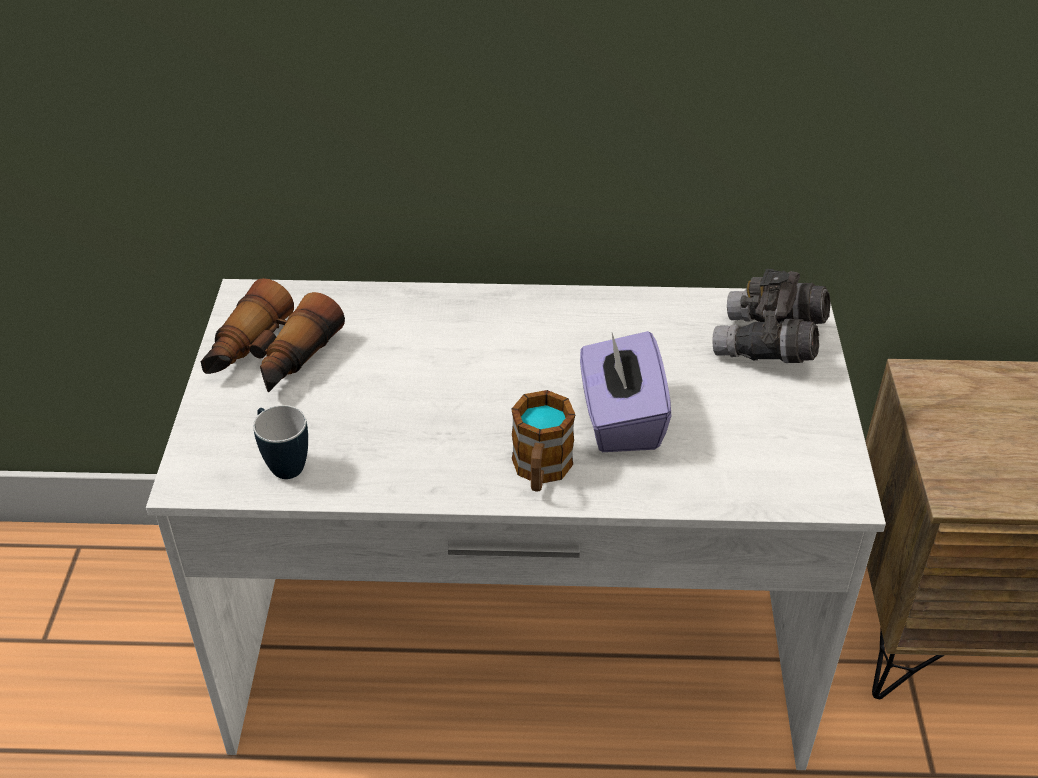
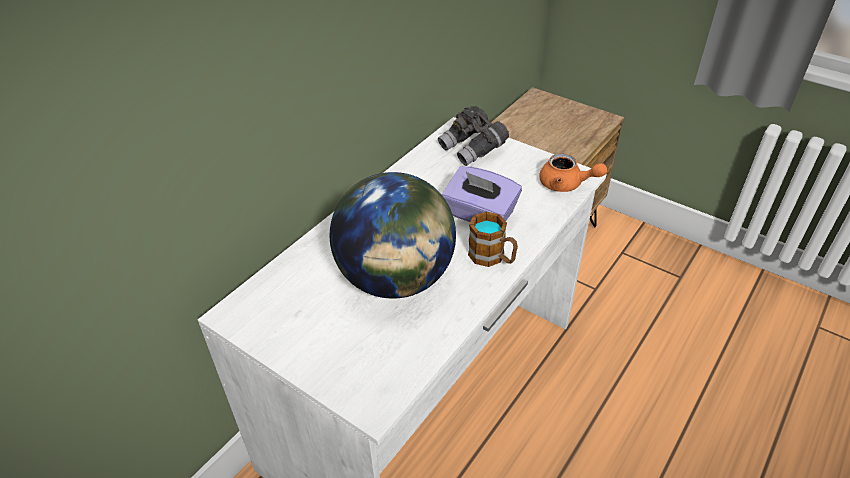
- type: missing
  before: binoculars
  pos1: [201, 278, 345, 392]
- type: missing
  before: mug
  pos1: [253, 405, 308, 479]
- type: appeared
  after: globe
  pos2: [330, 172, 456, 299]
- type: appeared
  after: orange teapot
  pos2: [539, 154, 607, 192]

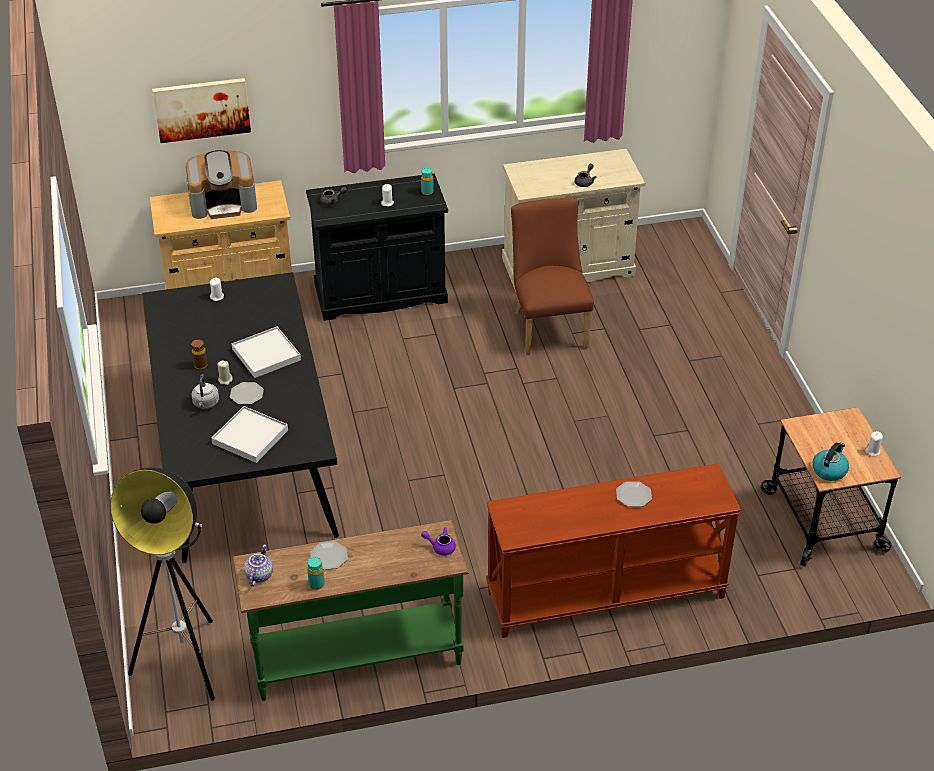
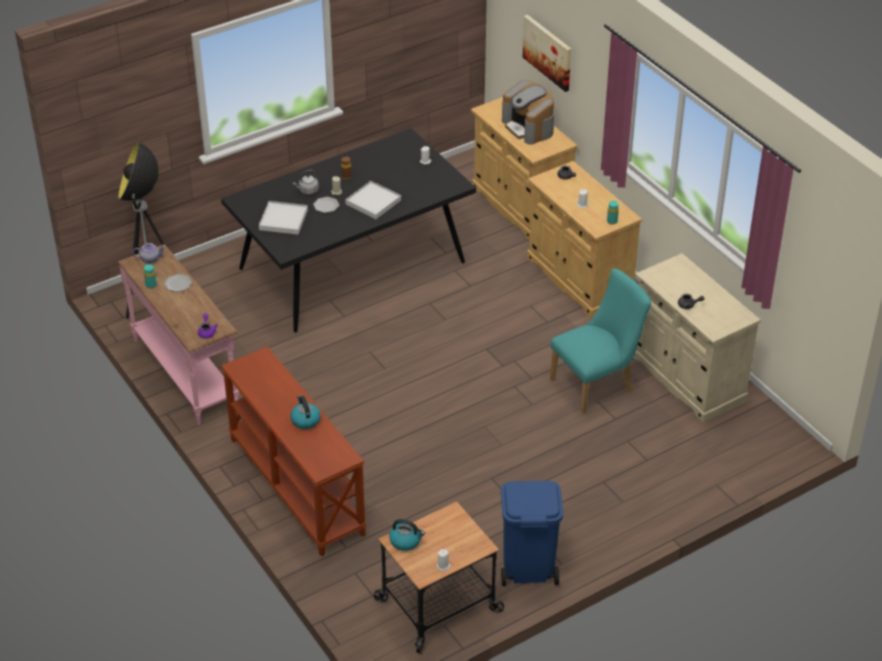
- type: appeared
  after: blue trash can
  pos2: [501, 481, 563, 586]
- type: exchanged
  before: plate
  after: kettle
  pos1: [616, 481, 652, 507]
  pos2: [290, 395, 321, 429]
- type: colour
  before: green console table
  after: pink console table
  pos1: [233, 520, 469, 701]
  pos2: [118, 244, 239, 425]
- type: colour
  before: black cabinet
  after: beige cabinet
  pos1: [306, 173, 448, 321]
  pos2: [527, 161, 642, 318]
- type: colour
  before: brown chair
  after: turquoise chair
  pos1: [511, 198, 594, 355]
  pos2: [550, 268, 651, 414]

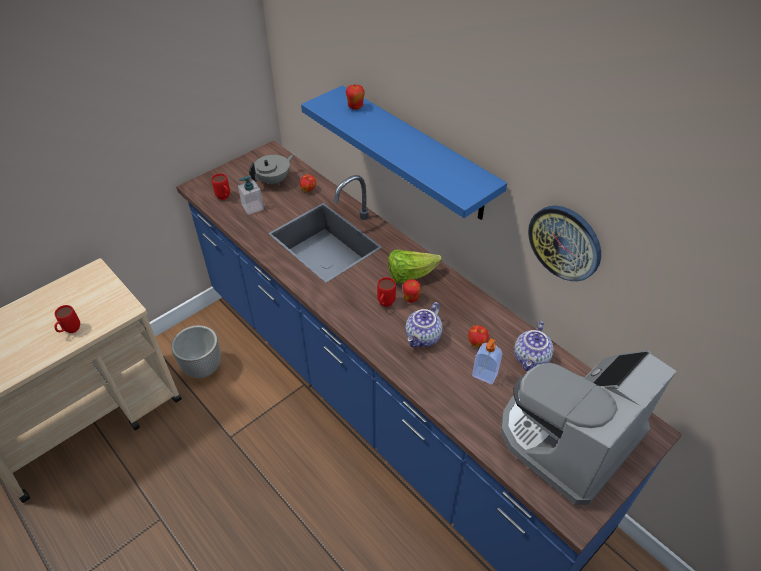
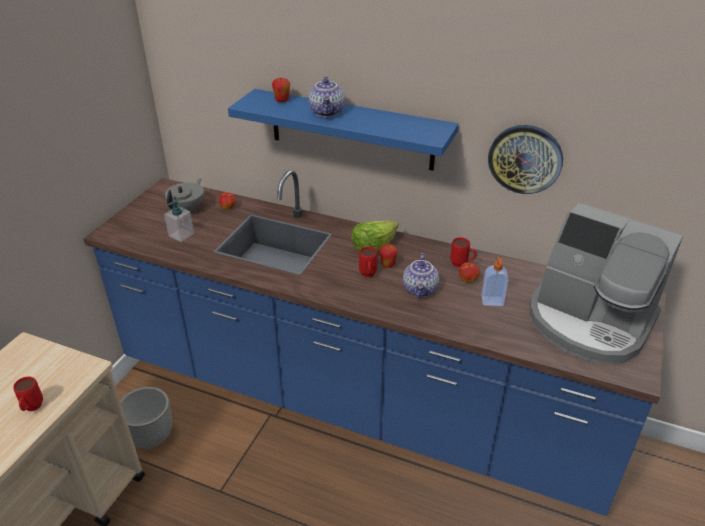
- type: relocated
  before: red mug
  pos1: [211, 173, 230, 200]
  pos2: [450, 237, 477, 267]
- type: relocated
  before: teapot
  pos1: [514, 321, 554, 371]
  pos2: [309, 76, 345, 117]
- type: spun
  before: coffee machine
  pos1: [501, 350, 676, 505]
  pos2: [529, 203, 683, 364]
  turn: -75

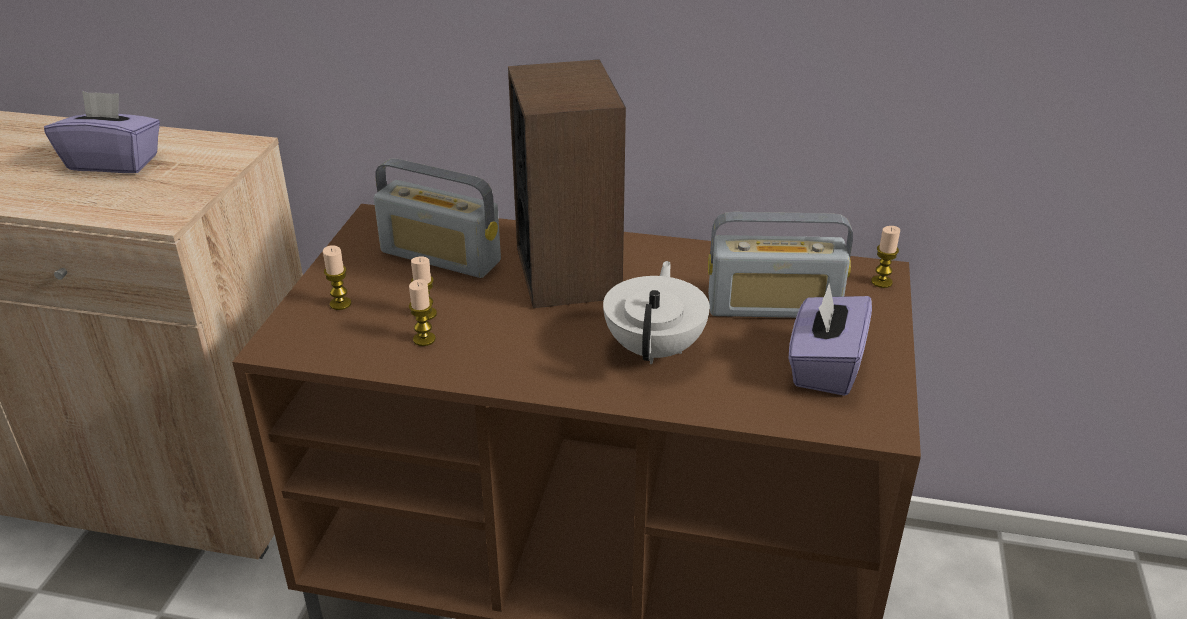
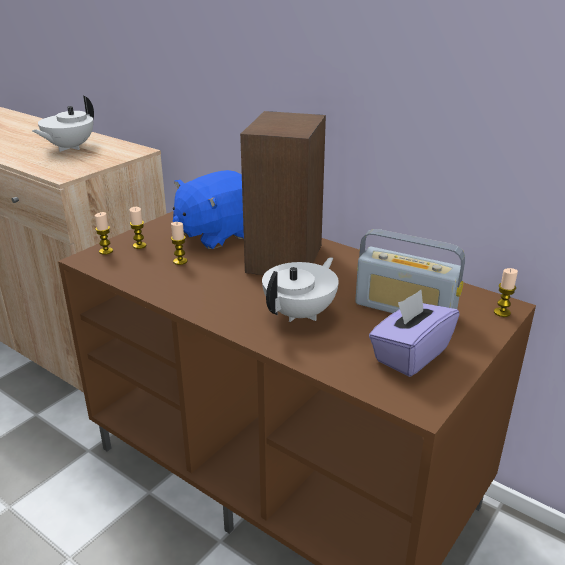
- type: relocated
  before: candle
  pos1: [409, 279, 436, 346]
  pos2: [95, 212, 113, 255]
- type: exchanged
  before: purple tissue box
  after: white teapot
  pos1: [44, 91, 160, 173]
  pos2: [32, 96, 94, 152]
- type: exchanged
  before: radio
  after: blue plush toy
  pos1: [374, 158, 501, 278]
  pos2: [173, 170, 244, 249]

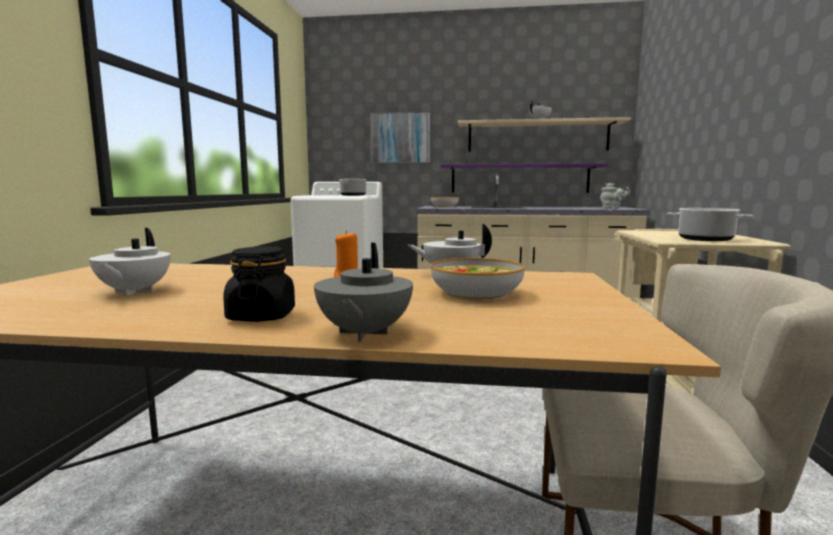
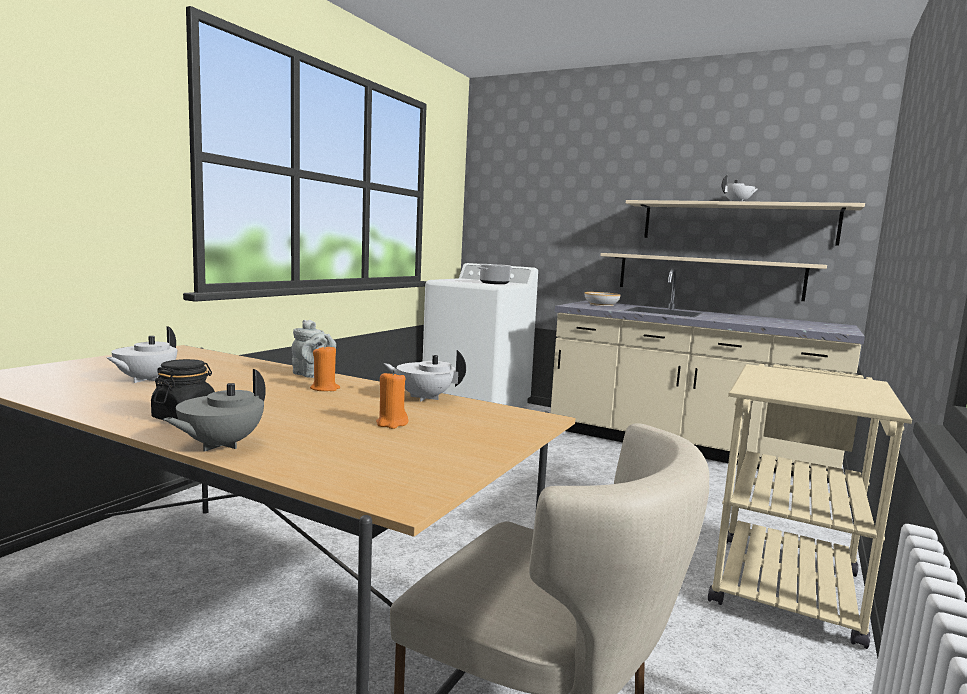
- type: missing
  before: picture
  pos1: [370, 111, 431, 164]
- type: missing
  before: cooking pot
  pos1: [667, 208, 754, 241]
- type: relocated
  before: grey teapot
  pos1: [600, 183, 630, 209]
  pos2: [292, 320, 336, 378]
- type: exchanged
  before: bowl
  after: orange candle
  pos1: [430, 258, 525, 301]
  pos2: [376, 370, 409, 429]
- type: colour
  before: purple shelf
  after: beige shelf
  pos1: [440, 163, 609, 193]
  pos2: [600, 253, 827, 301]

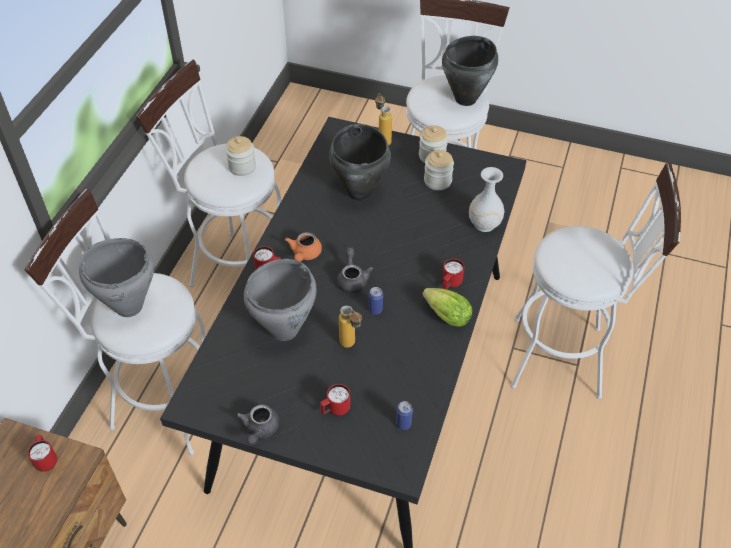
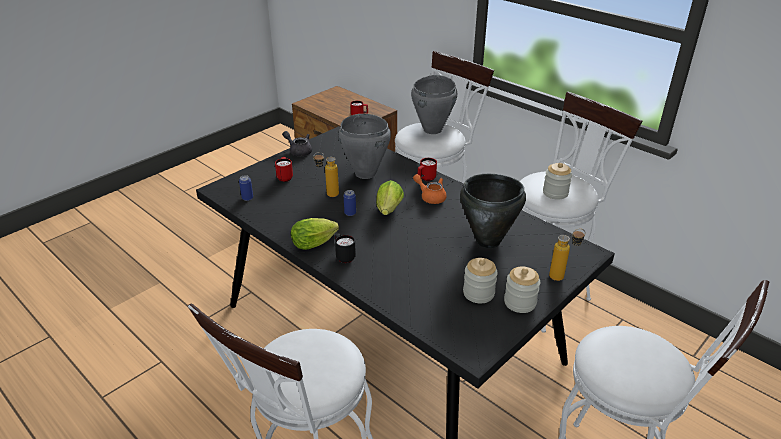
- type: missing
  before: black cooking pot
  pos1: [442, 36, 498, 106]
- type: missing
  before: white vase
  pos1: [469, 167, 504, 232]
- type: exchanged
  before: grey teapot
  after: lettuce
  pos1: [337, 247, 374, 293]
  pos2: [376, 180, 404, 215]
- type: colour
  before: red mug
  after: black mug
  pos1: [442, 259, 465, 289]
  pos2: [335, 233, 356, 263]

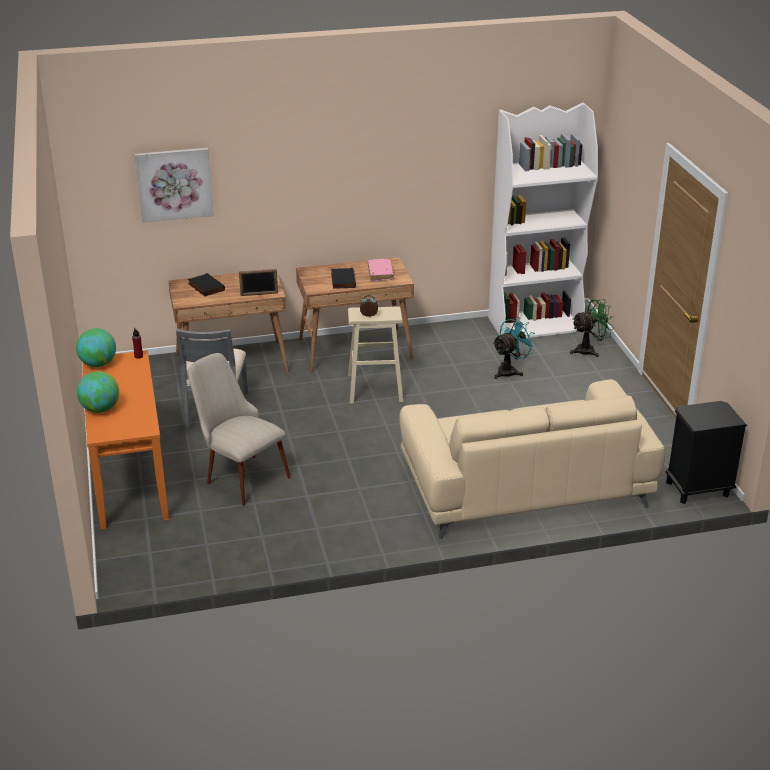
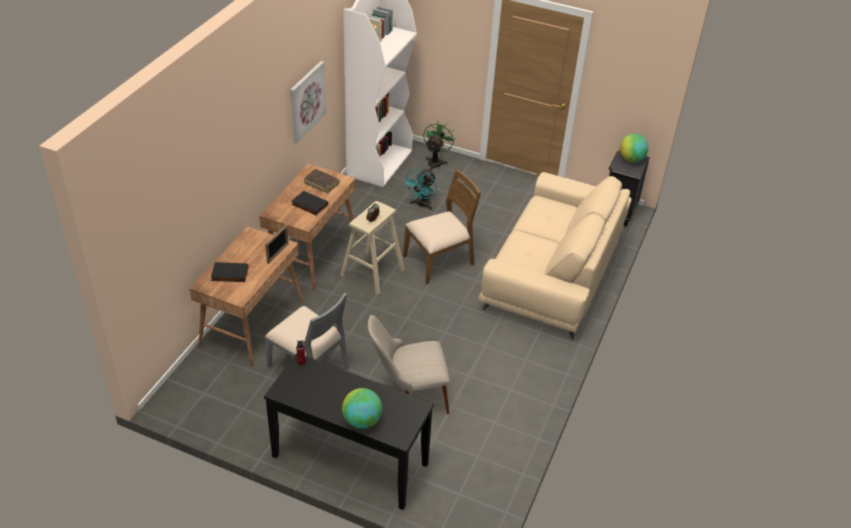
- type: appeared
  after: brown chair
  pos2: [403, 170, 481, 284]
- type: relocated
  before: globe
  pos1: [76, 328, 116, 367]
  pos2: [619, 134, 649, 162]
- type: relocated
  before: picture
  pos1: [135, 148, 214, 223]
  pos2: [290, 61, 326, 144]
- type: colour
  before: orange console table
  after: black console table
  pos1: [82, 350, 169, 530]
  pos2: [264, 353, 434, 510]
- type: colour
  before: pink book
  after: brown book
  pos1: [368, 259, 394, 281]
  pos2: [304, 169, 340, 193]
- type: spun
  before: turquoise fan
  pos1: [493, 317, 537, 379]
  pos2: [403, 169, 437, 210]
  turn: -150

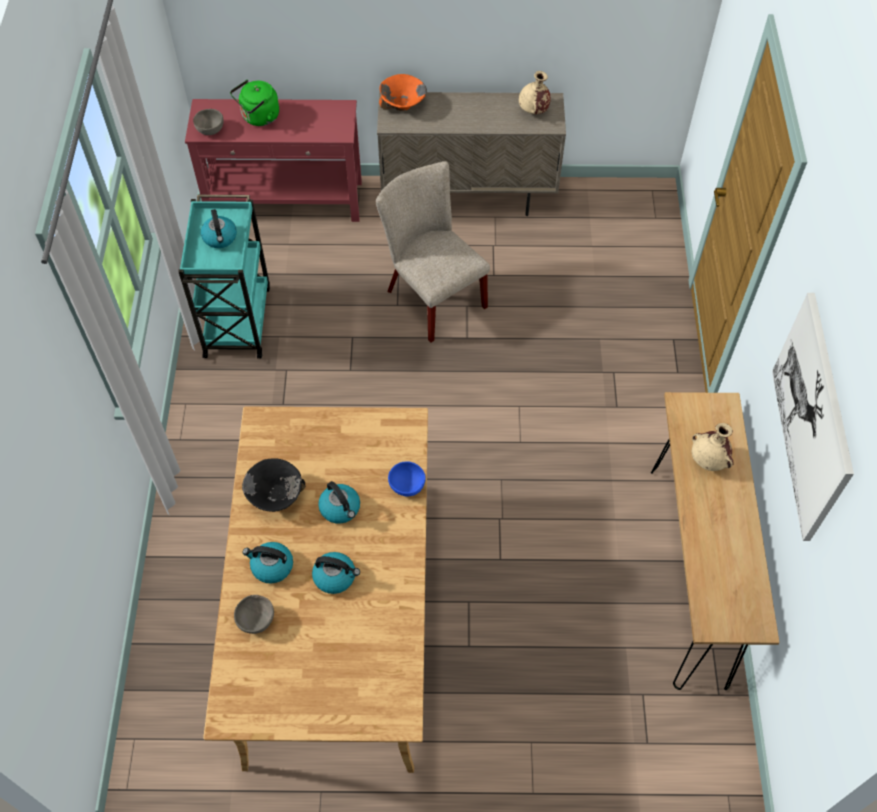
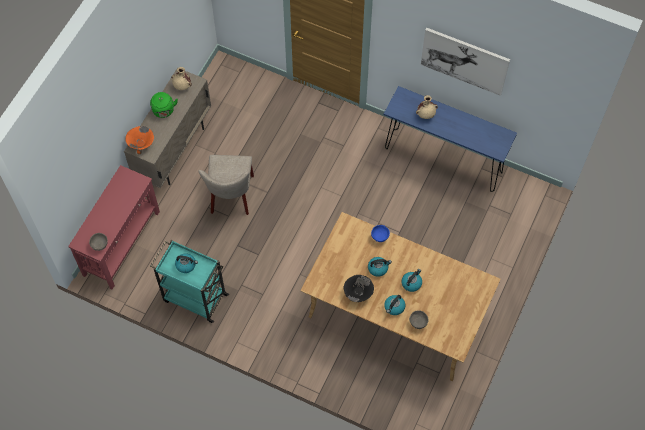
- type: relocated
  before: green kettle
  pos1: [230, 80, 279, 126]
  pos2: [150, 92, 178, 118]
- type: colour
  before: brown console table
  after: blue console table
  pos1: [651, 392, 780, 690]
  pos2: [384, 86, 517, 192]
- type: spun
  before: beige chair
  pos1: [376, 161, 490, 343]
  pos2: [198, 155, 254, 215]
  turn: -75

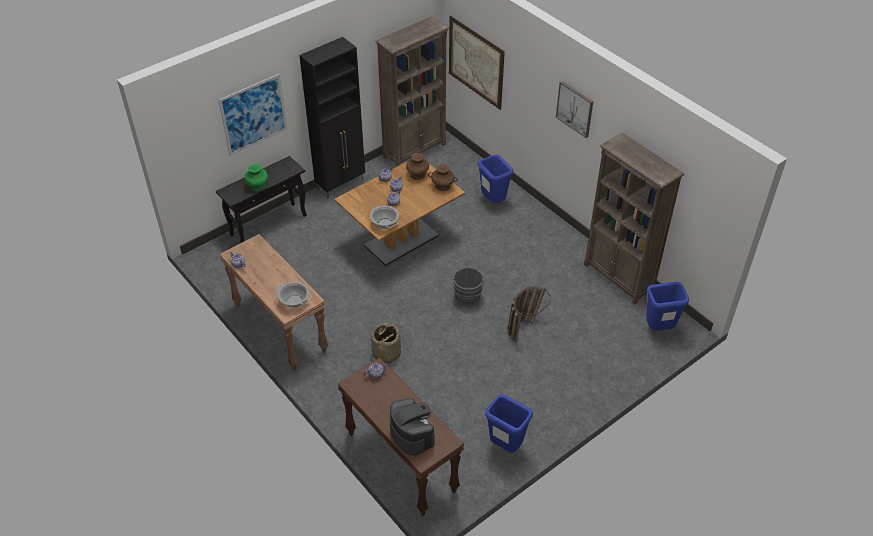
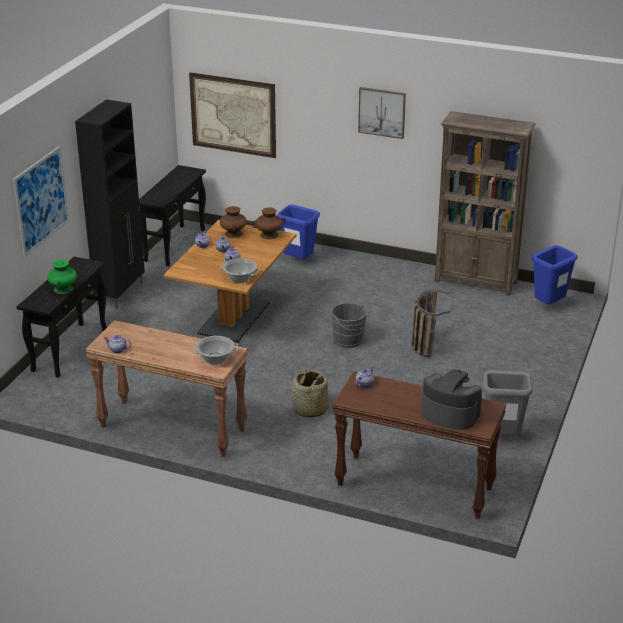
- type: exchanged
  before: brown bookcase
  after: black console table
  pos1: [375, 16, 449, 167]
  pos2: [139, 165, 206, 266]
- type: colour
  before: blue trash can
  after: grey trash can
  pos1: [485, 394, 533, 453]
  pos2: [483, 370, 532, 434]

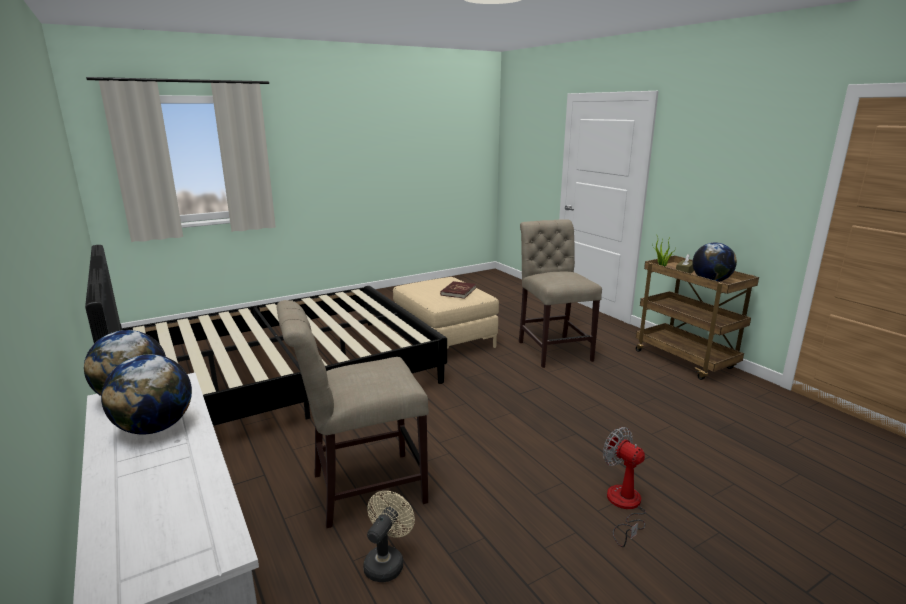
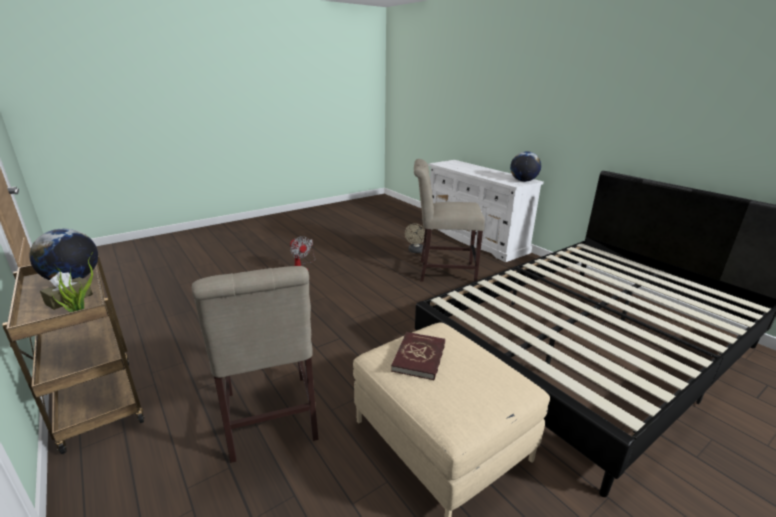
- type: missing
  before: globe
  pos1: [101, 354, 192, 435]
- type: spun
  before: beige chair
  pos1: [277, 300, 429, 528]
  pos2: [414, 159, 485, 282]
  turn: -150

